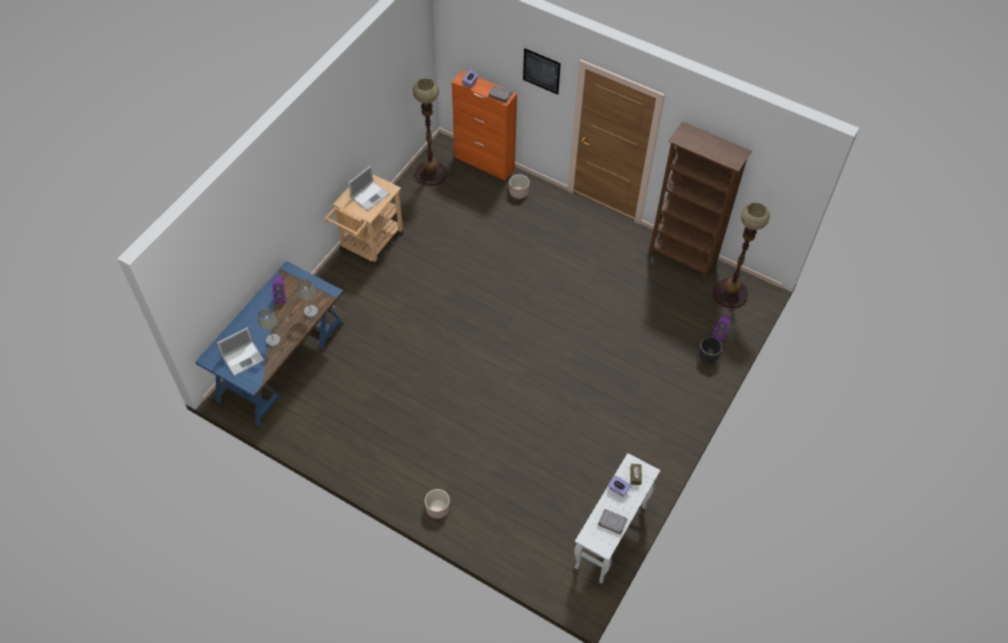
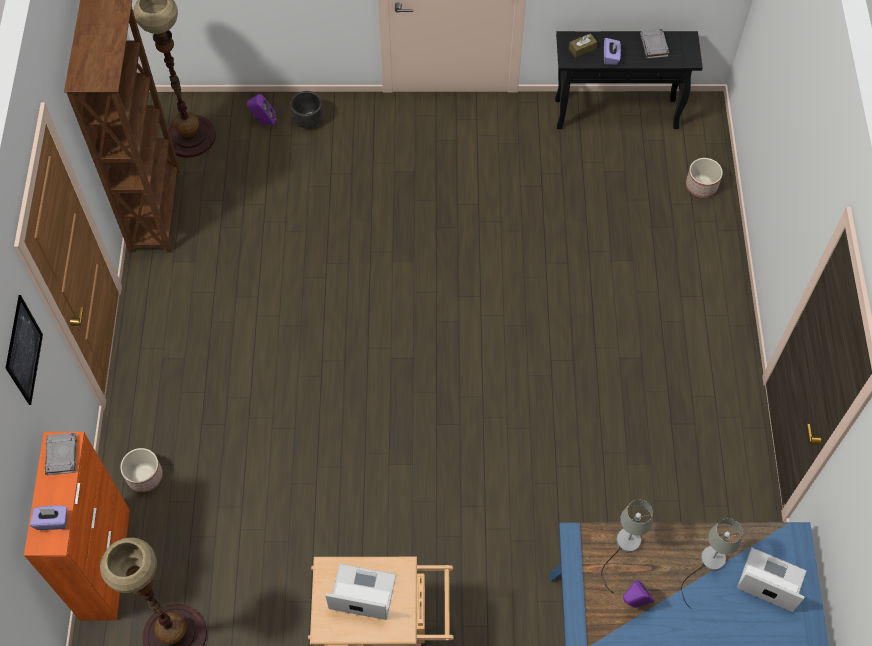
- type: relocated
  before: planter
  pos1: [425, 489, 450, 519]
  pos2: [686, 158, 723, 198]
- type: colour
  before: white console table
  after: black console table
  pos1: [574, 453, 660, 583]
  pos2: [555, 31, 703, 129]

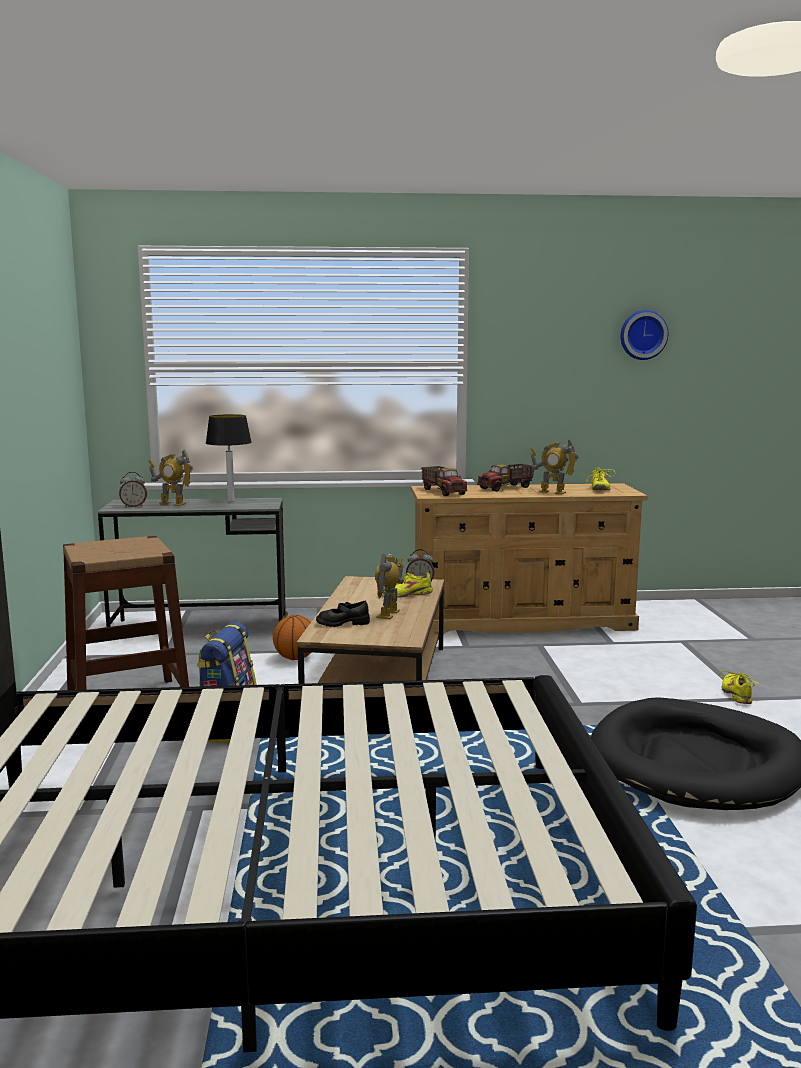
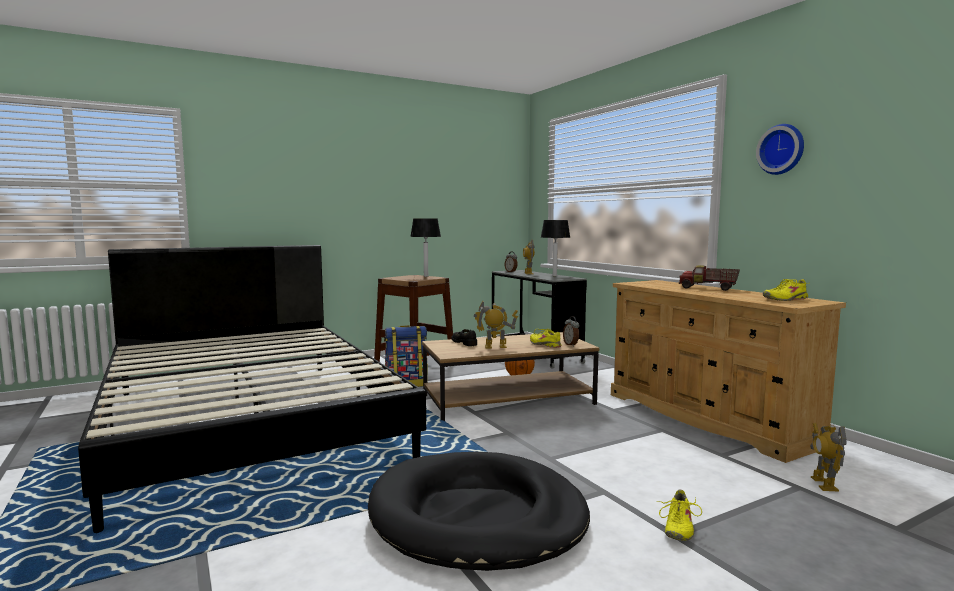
- type: missing
  before: toy truck
  pos1: [421, 466, 467, 496]
- type: appeared
  after: table lamp
  pos2: [410, 218, 441, 277]
- type: relocated
  before: toy robot
  pos1: [531, 438, 579, 495]
  pos2: [810, 423, 846, 492]
- type: relocated
  before: wall clock
  pos1: [620, 310, 668, 360]
  pos2: [756, 124, 804, 175]
- type: spun
  before: yellow shoe
  pos1: [719, 670, 760, 704]
  pos2: [657, 490, 702, 541]
  turn: 135

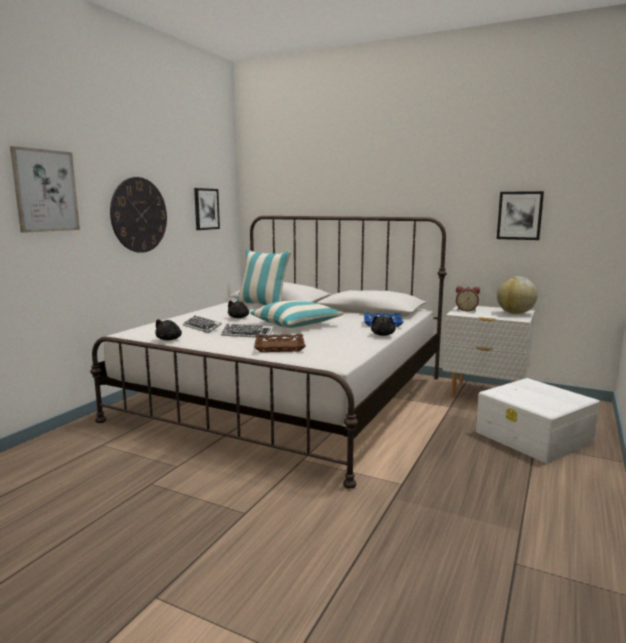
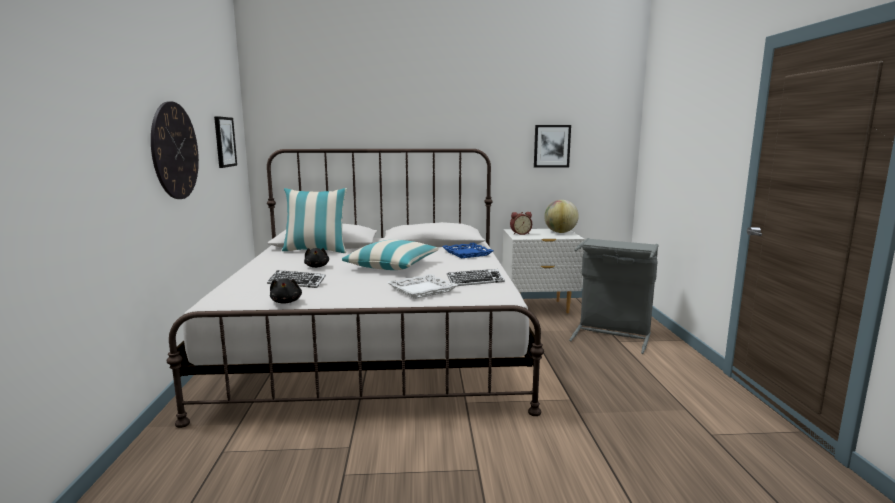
- type: missing
  before: picture
  pos1: [10, 146, 80, 233]
- type: missing
  before: black plush toy
  pos1: [371, 316, 396, 336]
- type: relocated
  before: keyboard
  pos1: [221, 324, 273, 338]
  pos2: [447, 269, 505, 286]
- type: exchanged
  before: white storage box
  after: grey laundry basket
  pos1: [476, 378, 600, 464]
  pos2: [569, 238, 659, 354]
- type: colour
  before: brown tray
  after: white tray
  pos1: [254, 334, 306, 352]
  pos2: [387, 274, 458, 299]

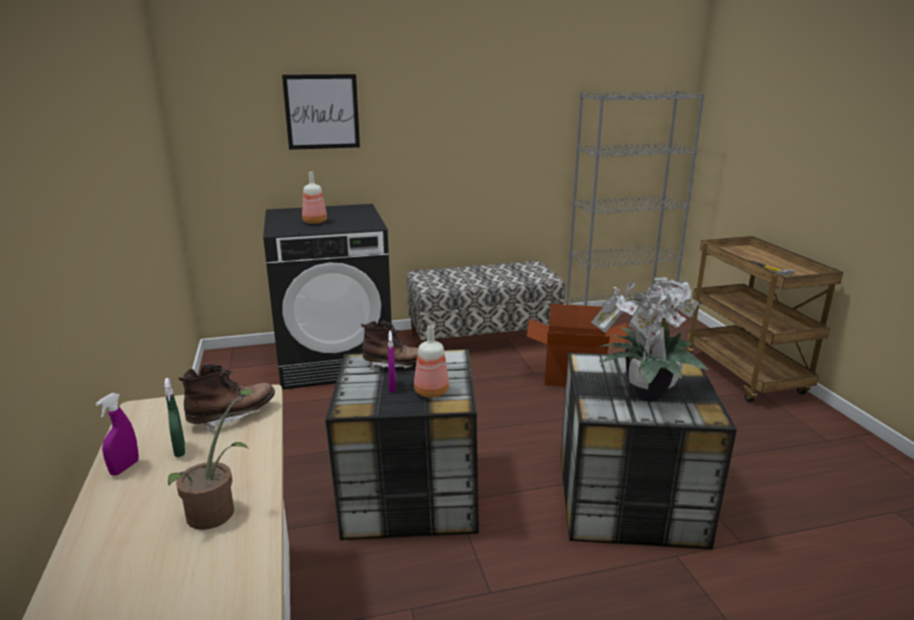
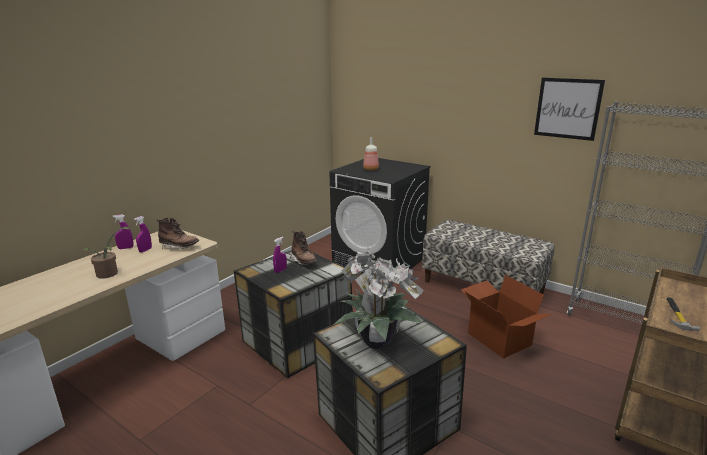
- type: missing
  before: bottle
  pos1: [414, 325, 449, 398]
- type: relocated
  before: picture
  pos1: [282, 74, 360, 150]
  pos2: [534, 77, 605, 141]
- type: colour
  before: green spray bottle
  after: purple spray bottle
  pos1: [164, 378, 185, 457]
  pos2: [134, 216, 152, 252]

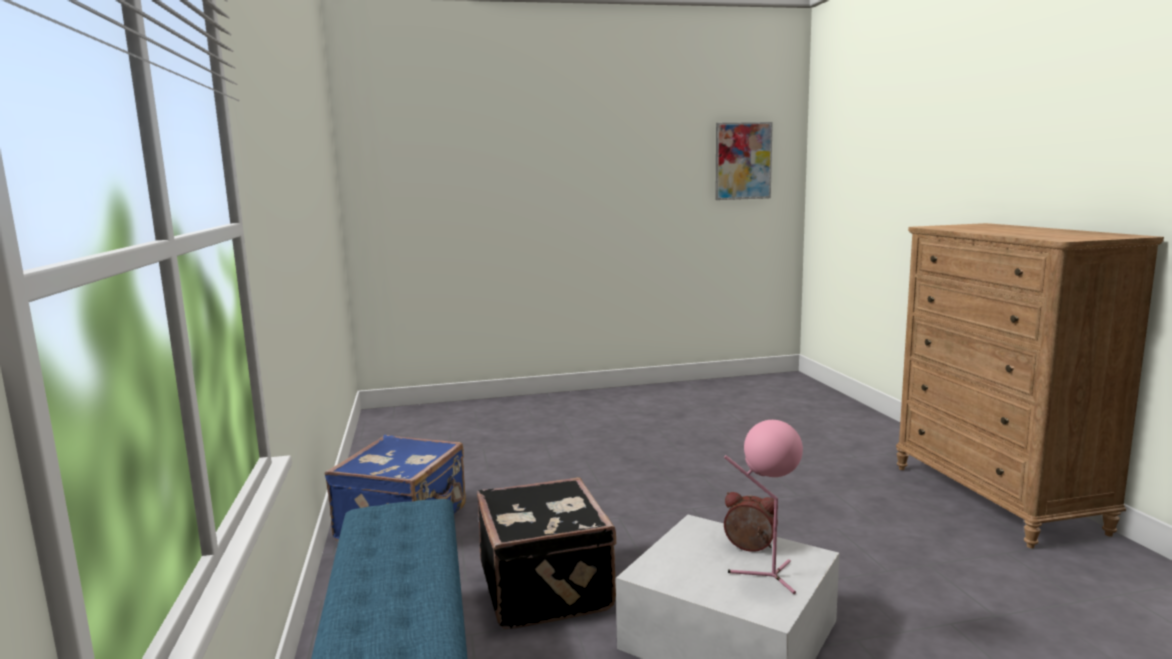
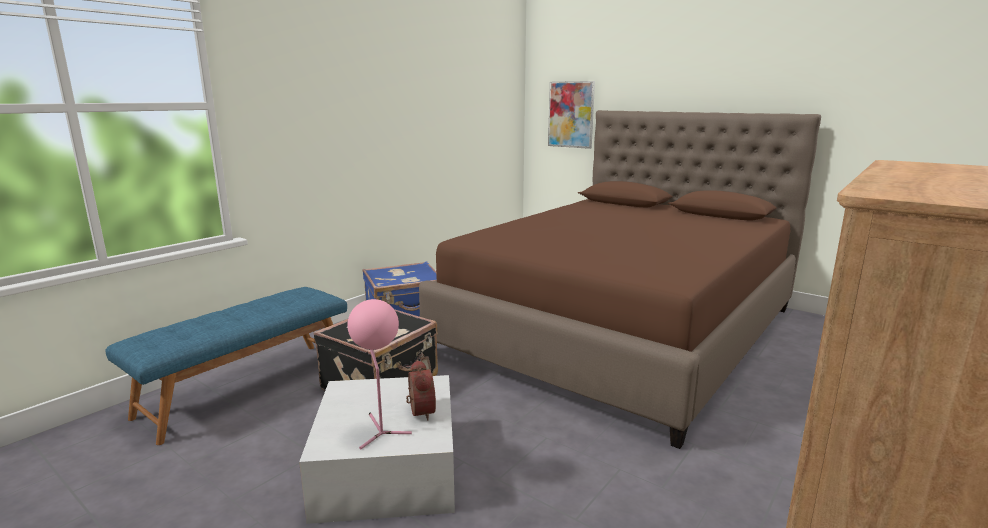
- type: appeared
  after: brown bed
  pos2: [419, 110, 821, 449]
- type: relocated
  before: picture
  pos1: [715, 122, 773, 200]
  pos2: [548, 81, 595, 149]

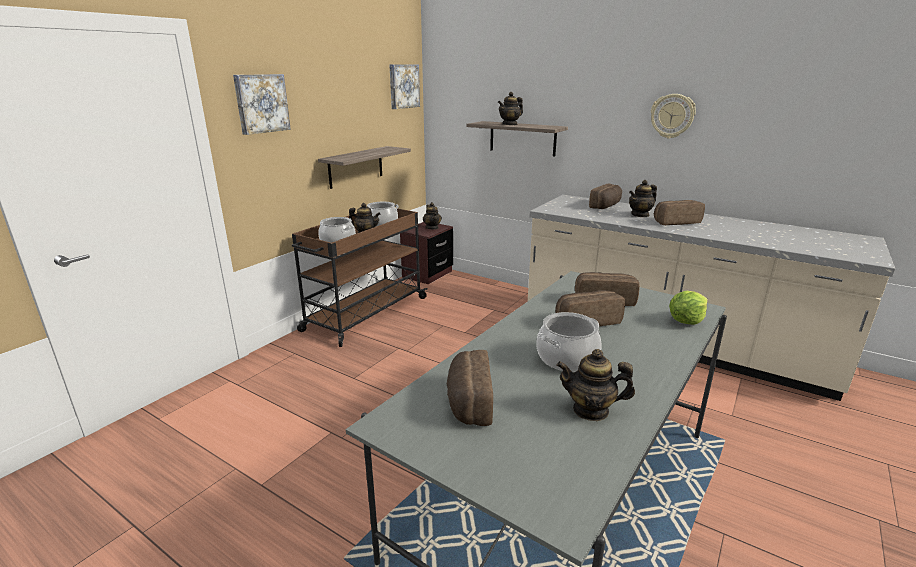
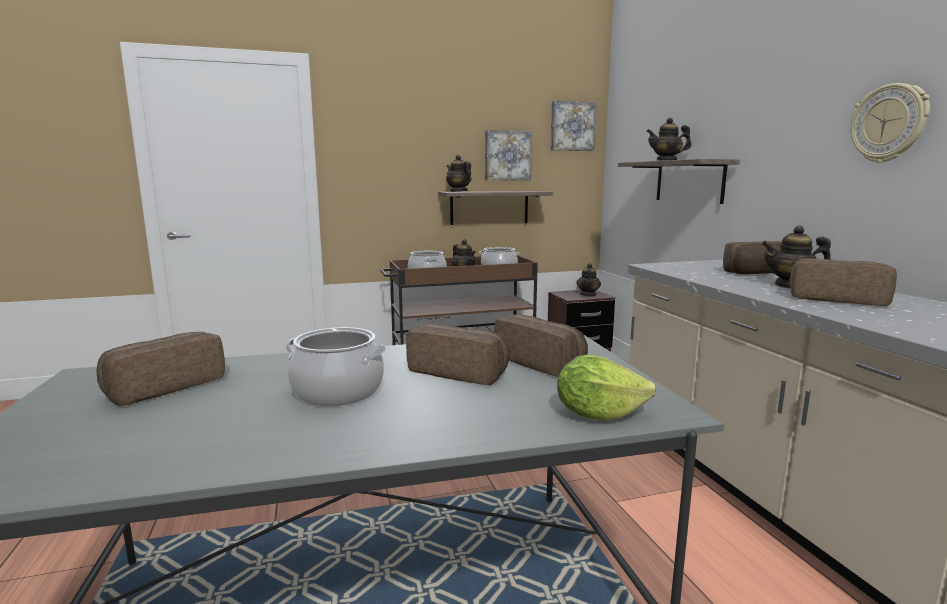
- type: relocated
  before: picture
  pos1: [233, 74, 291, 135]
  pos2: [485, 130, 532, 181]
- type: relocated
  before: teapot
  pos1: [557, 349, 635, 421]
  pos2: [446, 155, 471, 192]

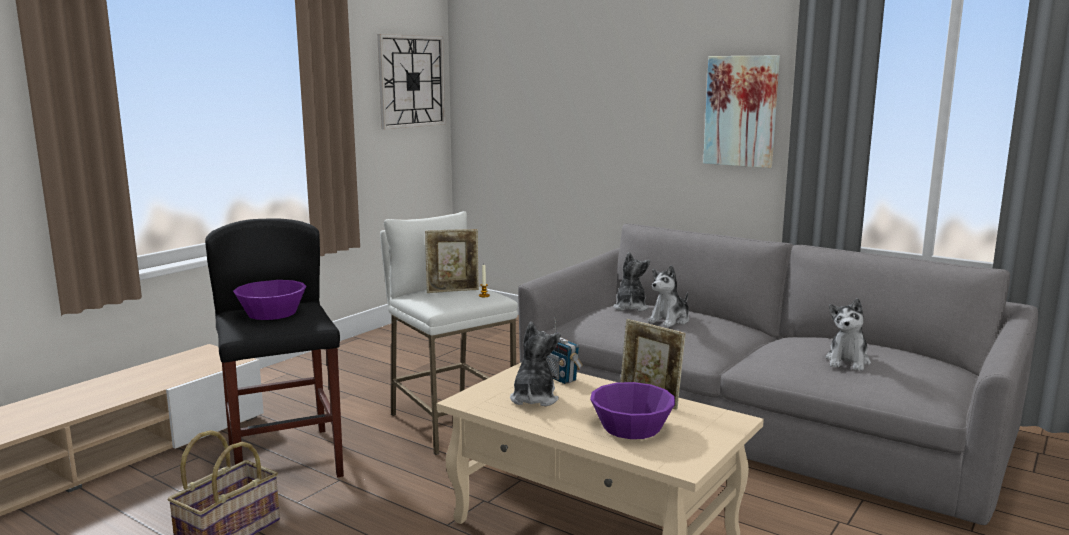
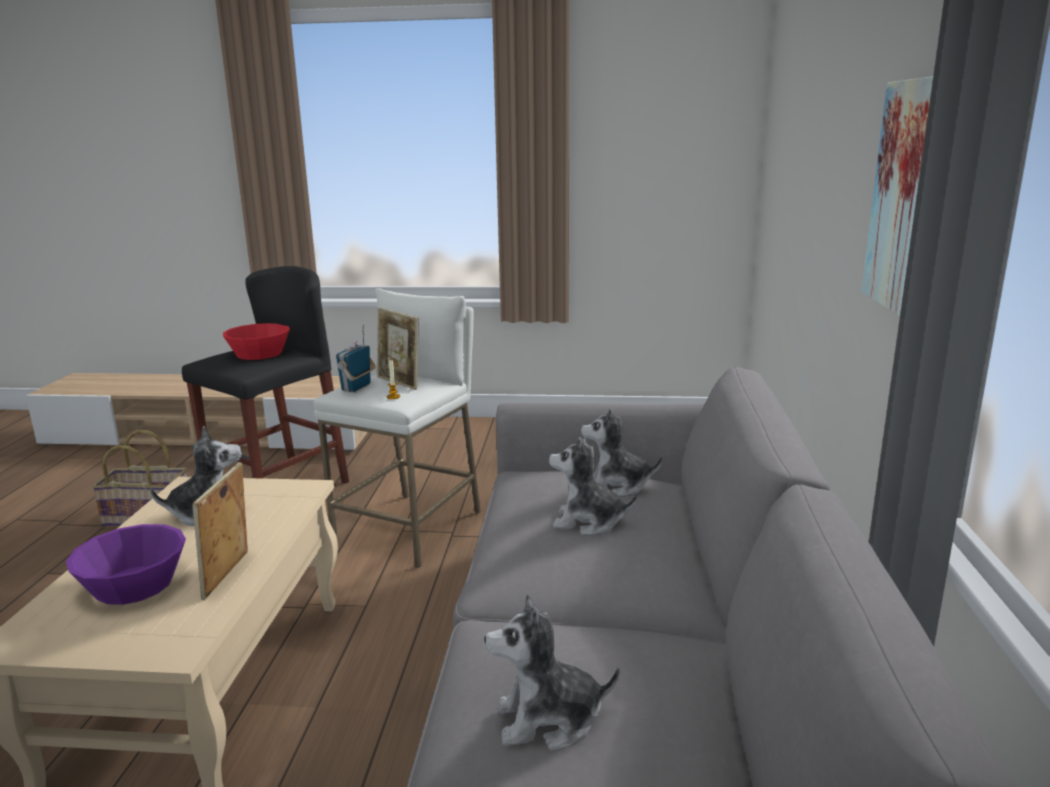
- type: missing
  before: wall clock
  pos1: [377, 34, 446, 129]
- type: relocated
  before: radio
  pos1: [547, 316, 583, 384]
  pos2: [336, 325, 376, 392]
- type: colour
  before: purple bowl
  after: red bowl
  pos1: [233, 280, 306, 320]
  pos2: [223, 323, 290, 360]
- type: spun
  before: plush toy
  pos1: [613, 252, 650, 311]
  pos2: [581, 408, 663, 497]
  turn: -150

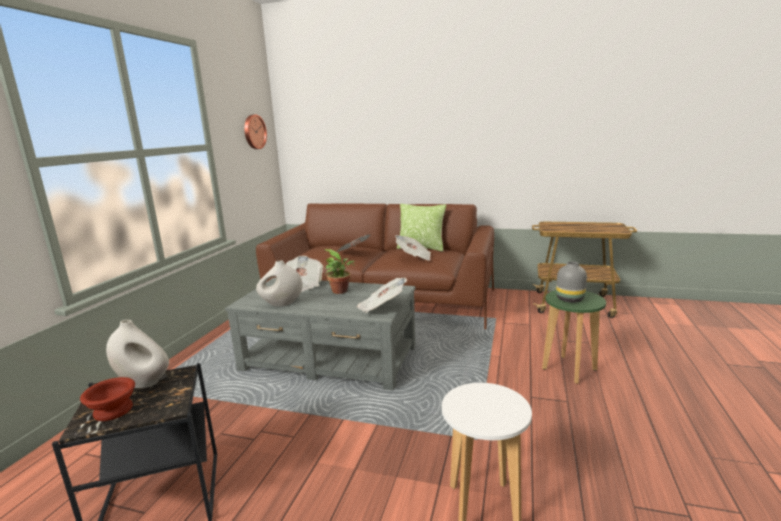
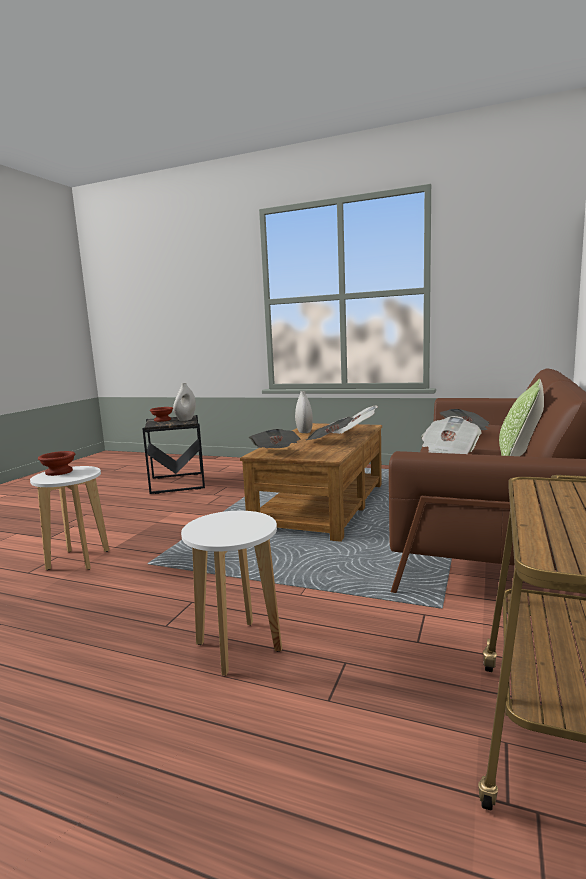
- type: missing
  before: wall clock
  pos1: [244, 114, 267, 149]
- type: missing
  before: grey vase
  pos1: [556, 261, 587, 303]
- type: appeared
  after: brown bowl
  pos2: [38, 451, 75, 476]
- type: exchanged
  before: potted plant
  after: newspaper
  pos1: [325, 249, 355, 294]
  pos2: [306, 417, 354, 440]
- type: colour
  before: grey coffee table
  after: brown coffee table
  pos1: [225, 278, 416, 390]
  pos2: [240, 423, 382, 542]
- type: colour
  before: green stool
  after: white stool
  pos1: [542, 290, 606, 384]
  pos2: [181, 511, 282, 676]

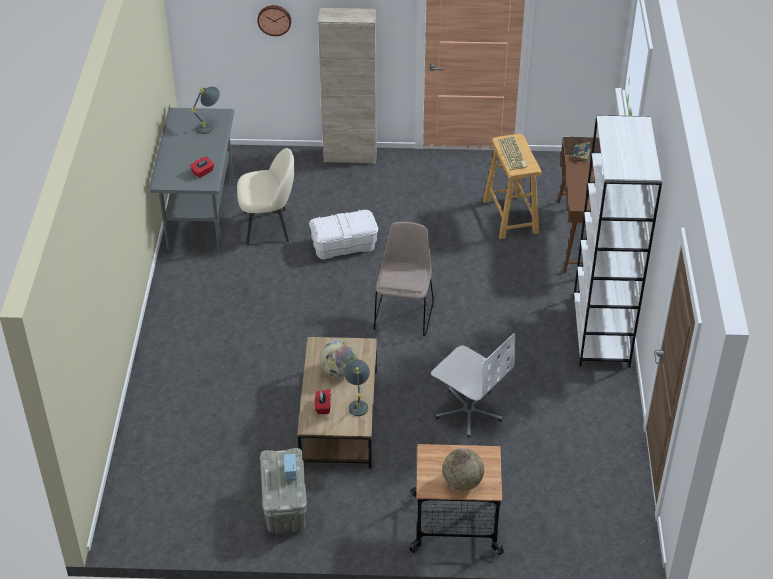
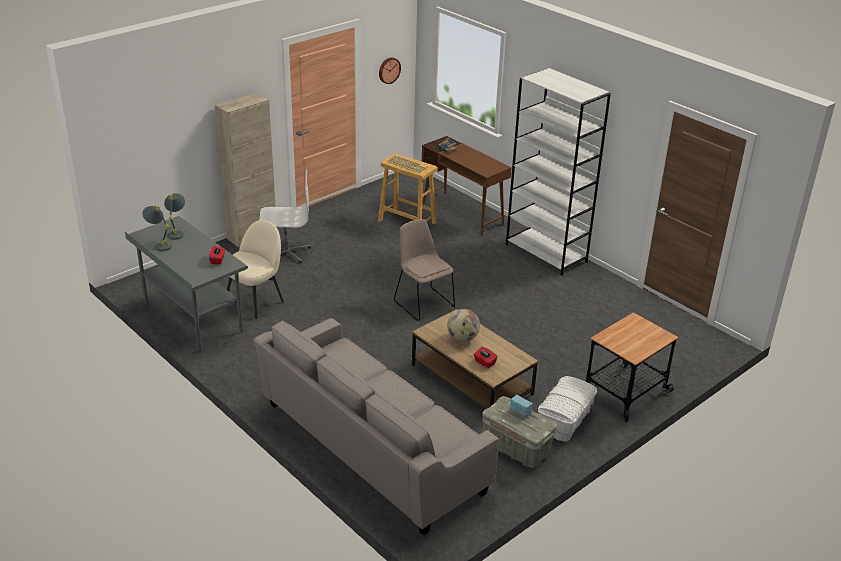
- type: missing
  before: globe
  pos1: [442, 448, 484, 491]
- type: appeared
  after: grey sofa
  pos2: [253, 318, 499, 536]
- type: relocated
  before: wall clock
  pos1: [257, 5, 291, 36]
  pos2: [379, 58, 401, 84]
- type: relocated
  before: white storage box
  pos1: [309, 210, 378, 260]
  pos2: [538, 376, 597, 442]
- type: relocated
  before: grey table lamp
  pos1: [344, 359, 370, 416]
  pos2: [142, 205, 172, 251]
- type: relocated
  before: white office chair
  pos1: [431, 333, 515, 438]
  pos2: [259, 170, 311, 263]

